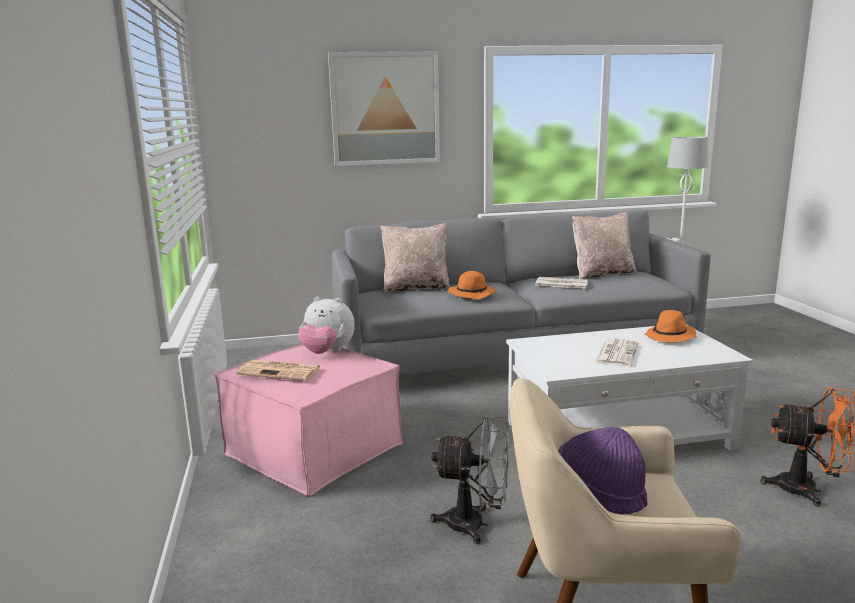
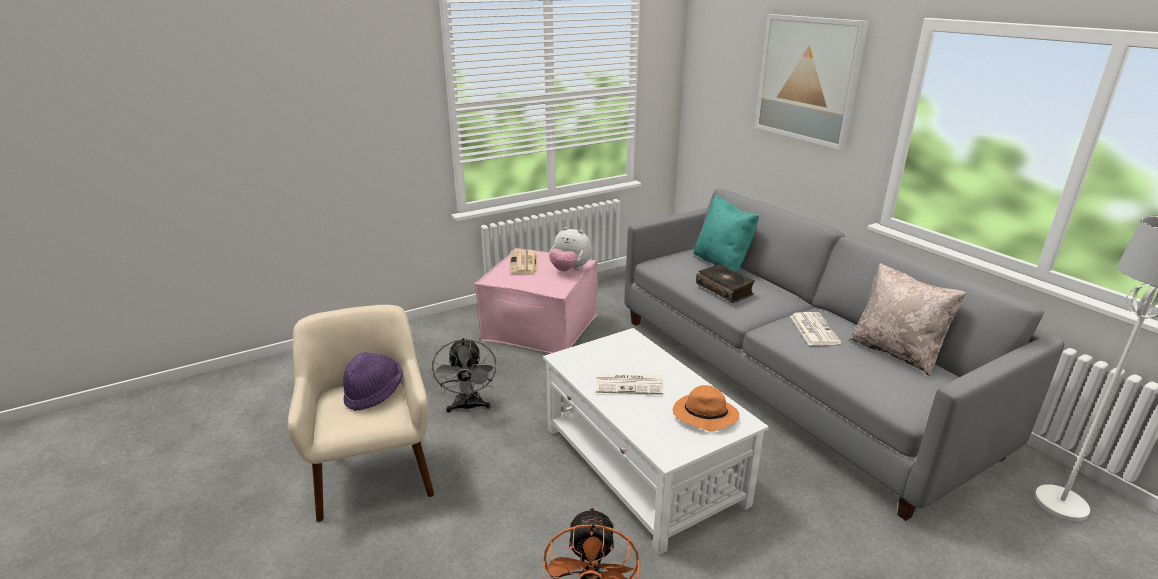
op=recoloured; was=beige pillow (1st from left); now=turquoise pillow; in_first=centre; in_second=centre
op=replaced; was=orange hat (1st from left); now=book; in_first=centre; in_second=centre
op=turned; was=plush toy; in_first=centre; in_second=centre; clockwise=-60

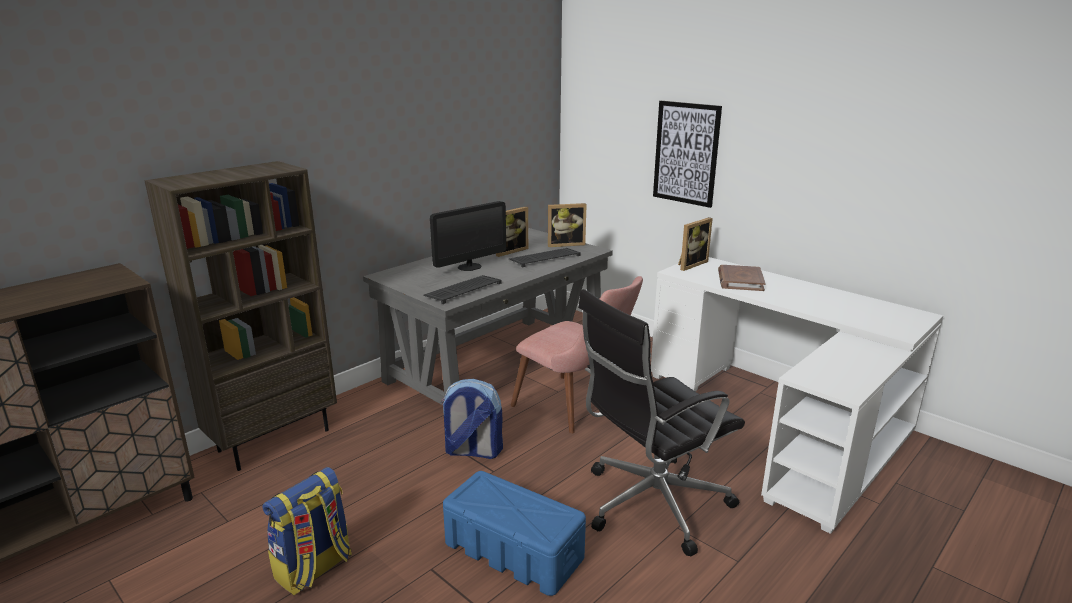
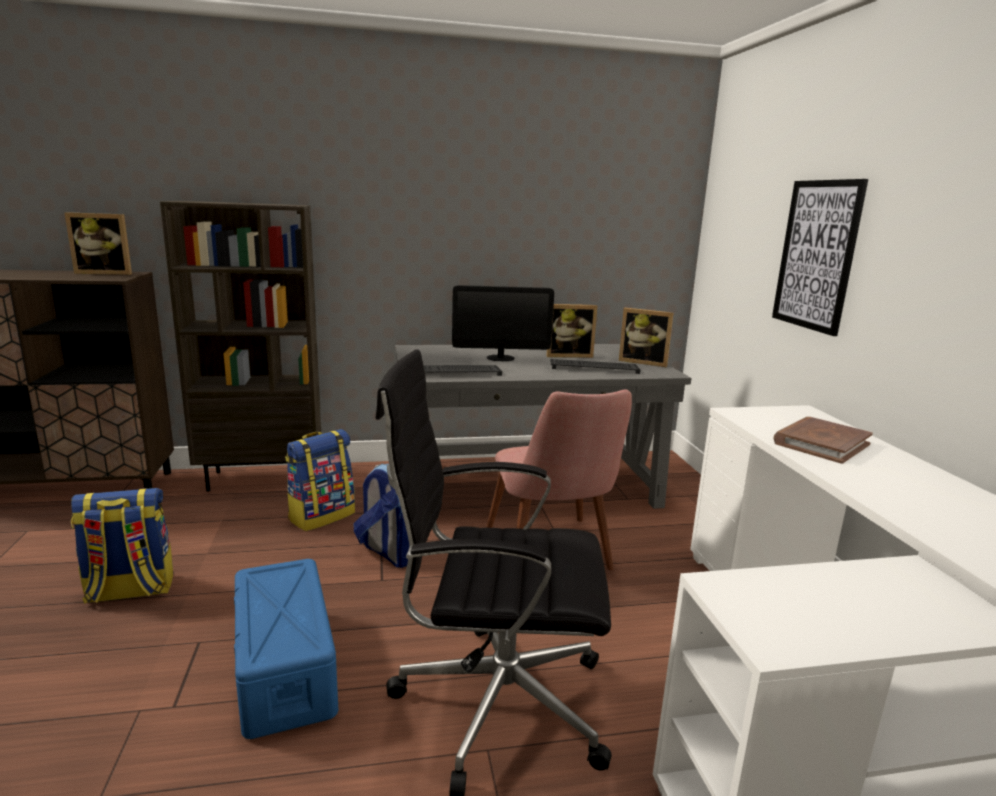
op=moved; was=picture frame (3rd from left in the first image); now=picture frame (1st from left); in_first=centre; in_second=top left
op=added; now=backpack (2nd from left); in_second=middle left

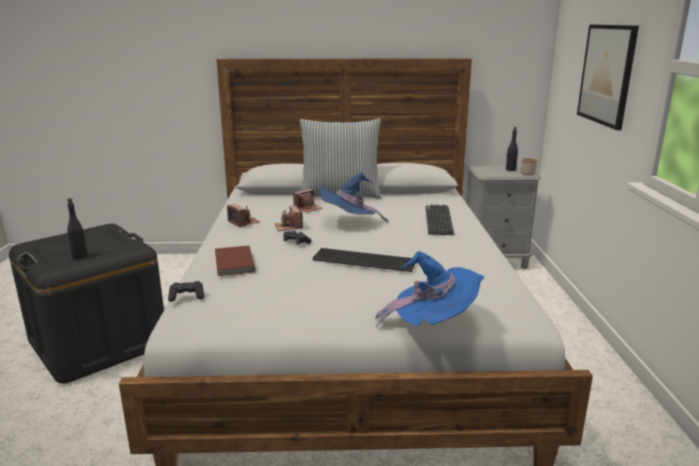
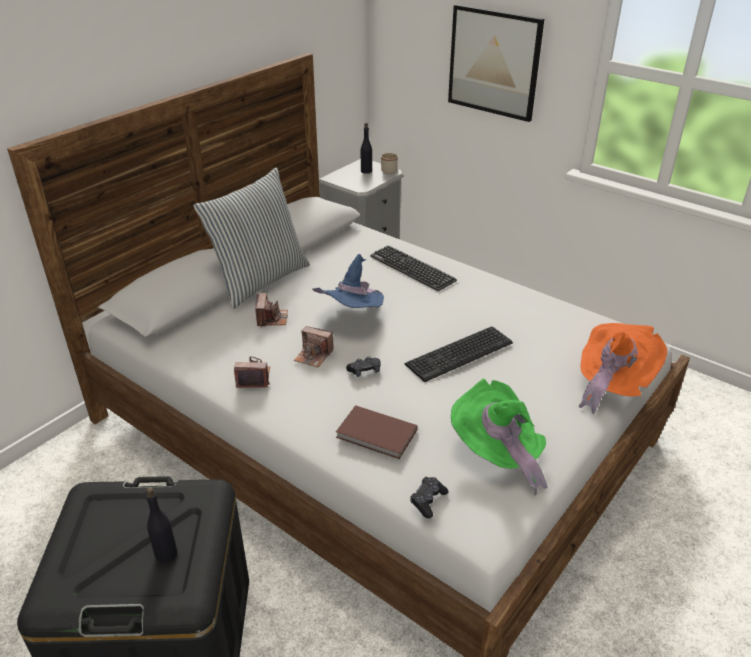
op=recoloured; was=blue hat (2nd from left); now=orange hat; in_first=centre; in_second=middle right
op=added; now=green hat; in_second=centre

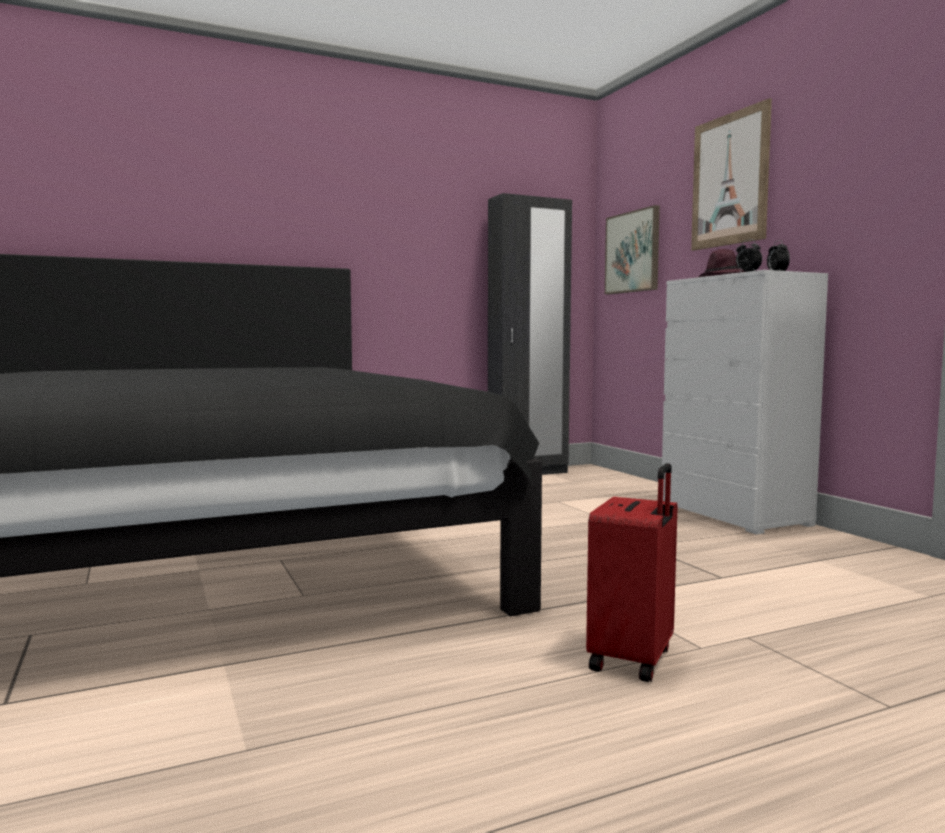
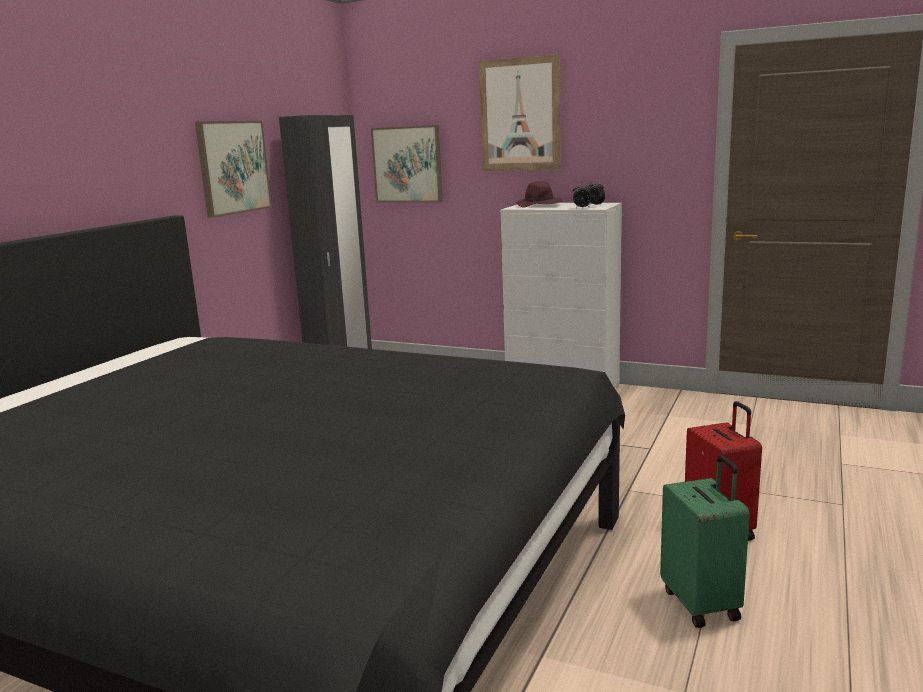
op=added; now=picture (1st from left); in_second=top left
op=added; now=green suitcase; in_second=bottom right

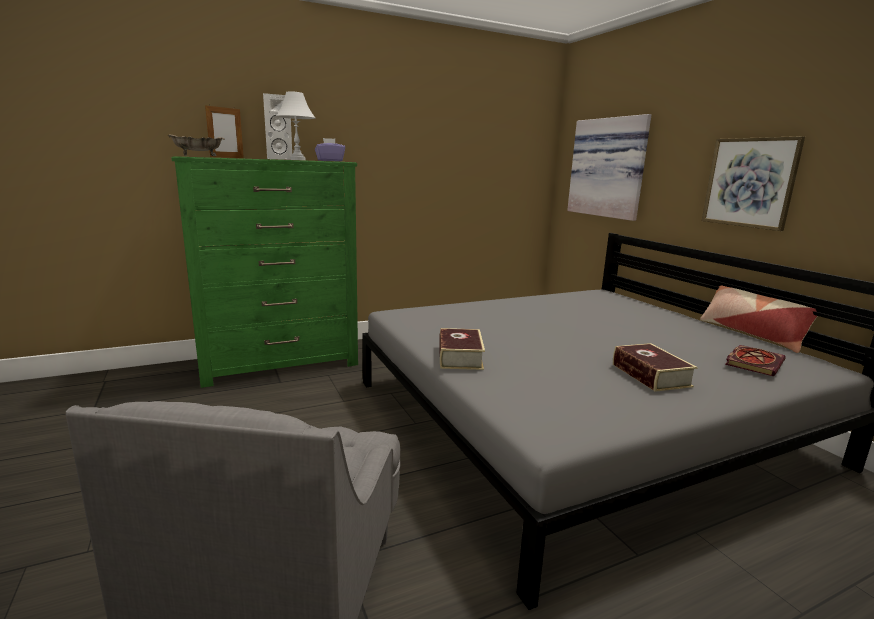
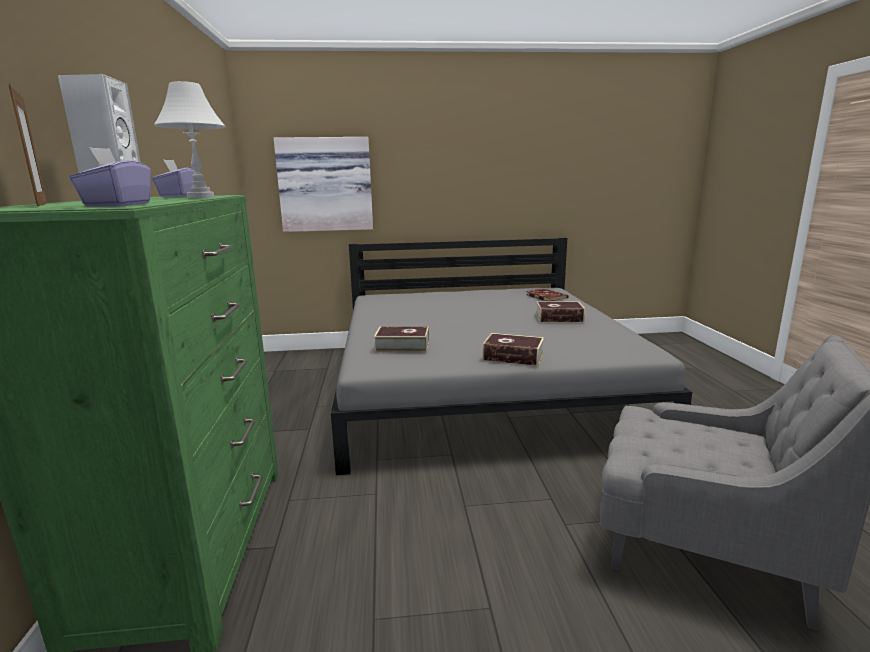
op=replaced; was=beige bowl; now=purple tissue box (1st from left); in_first=top left; in_second=top left
op=removed; was=picture (2nd from left); in_first=top right
op=removed; was=pillow; in_first=middle right
op=added; now=book (1st from left); in_second=centre

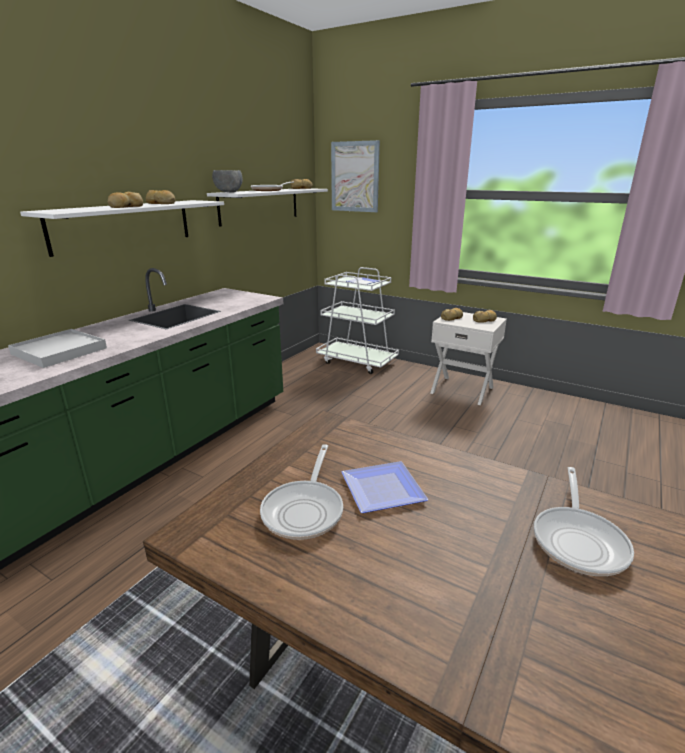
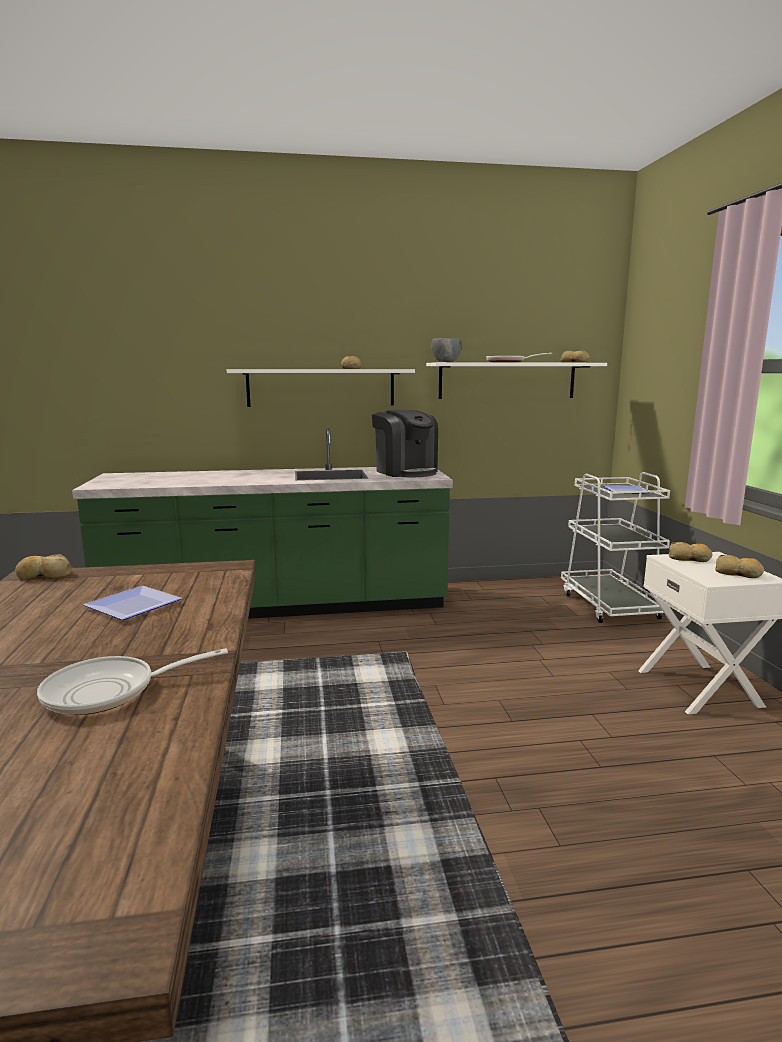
op=removed; was=picture; in_first=top centre
op=moved; was=bread (1st from left); in_first=top left; in_second=middle left
op=removed; was=white tray; in_first=middle left
op=removed; was=frying pan (2nd from left); in_first=centre
op=added; now=coffee machine; in_second=centre

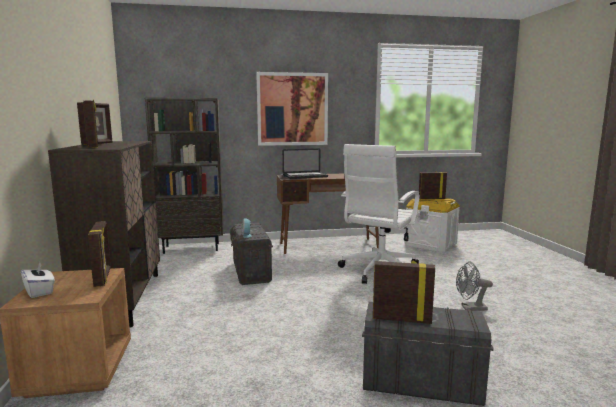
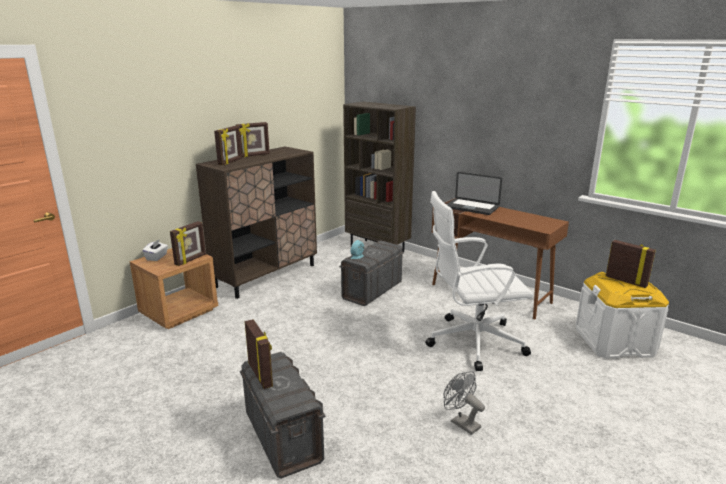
op=removed; was=picture; in_first=top centre

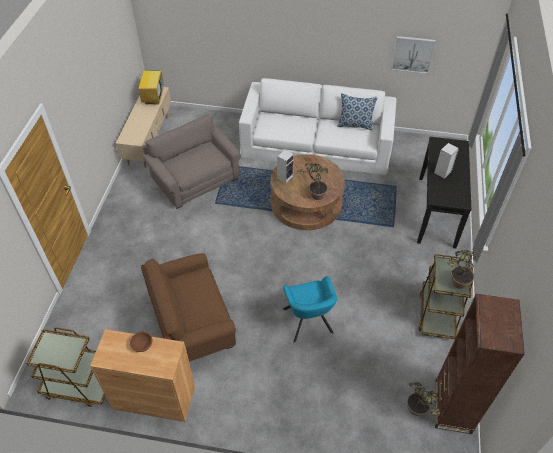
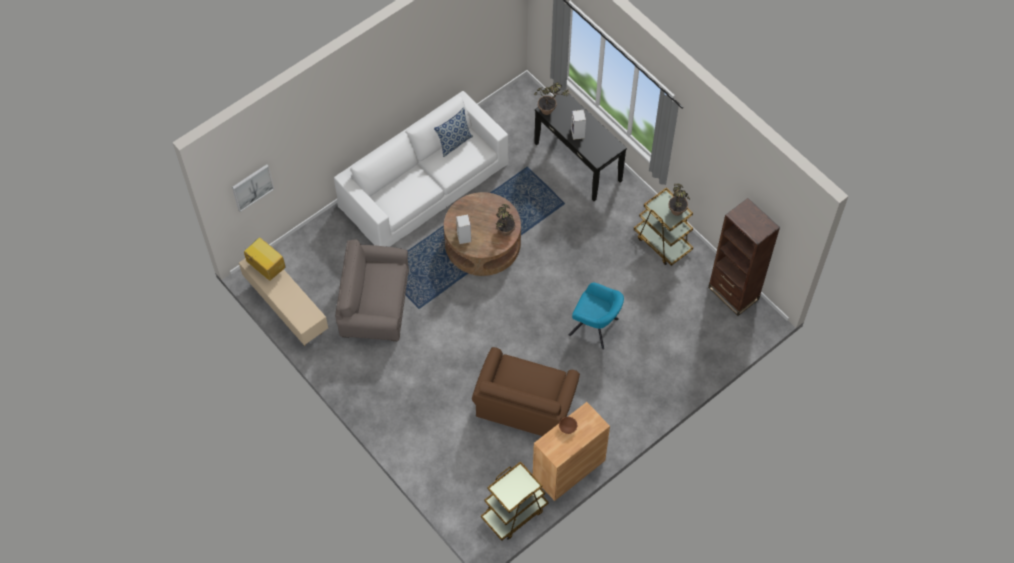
op=moved; was=picture; in_first=top right; in_second=middle left
op=moved; was=potted plant (2nd from left); in_first=bottom right; in_second=top centre

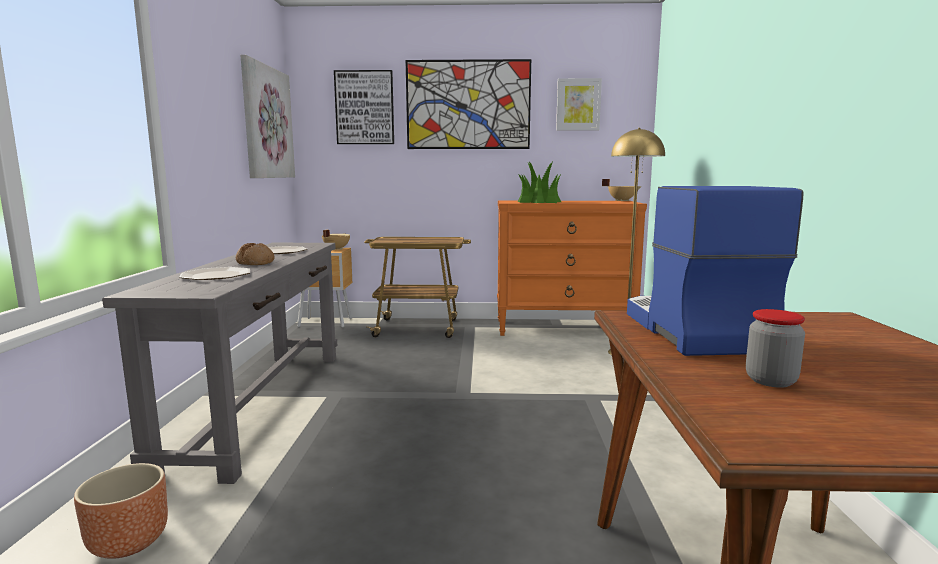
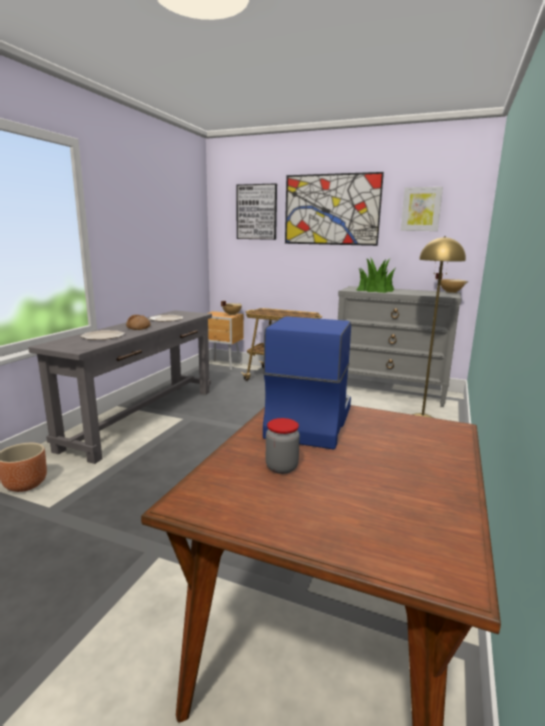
op=removed; was=picture (1st from left); in_first=top left
op=recoloured; was=orange dresser; now=grey dresser; in_first=centre; in_second=middle right

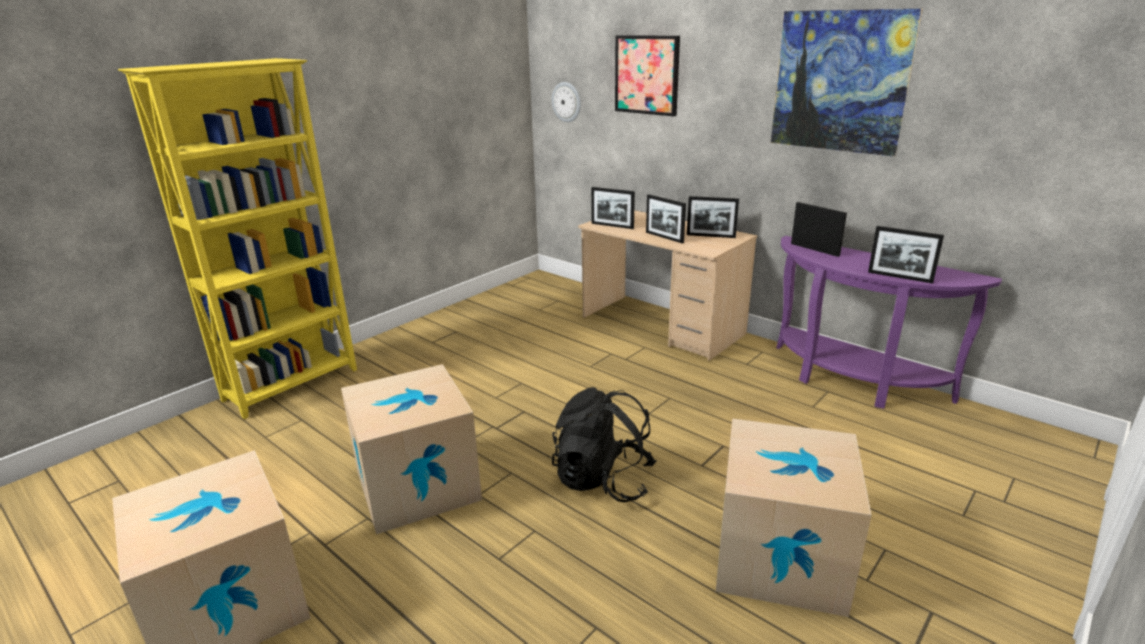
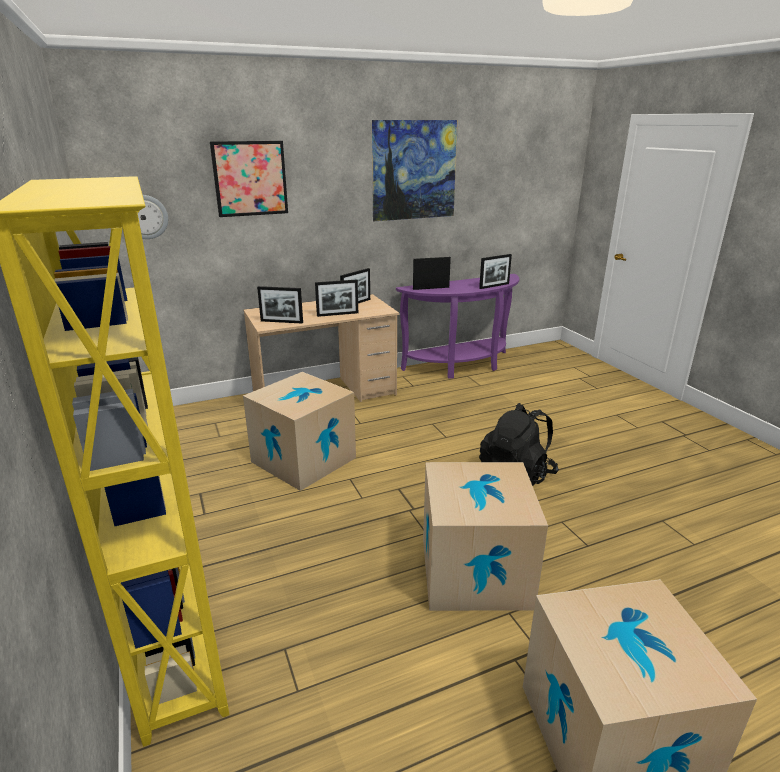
op=turned; was=picture frame (1st from left); in_first=top centre; in_second=centre; clockwise=45
op=moved; was=cardboard box (3rd from left in the first image); now=cardboard box (1st from left); in_first=bottom right; in_second=centre

